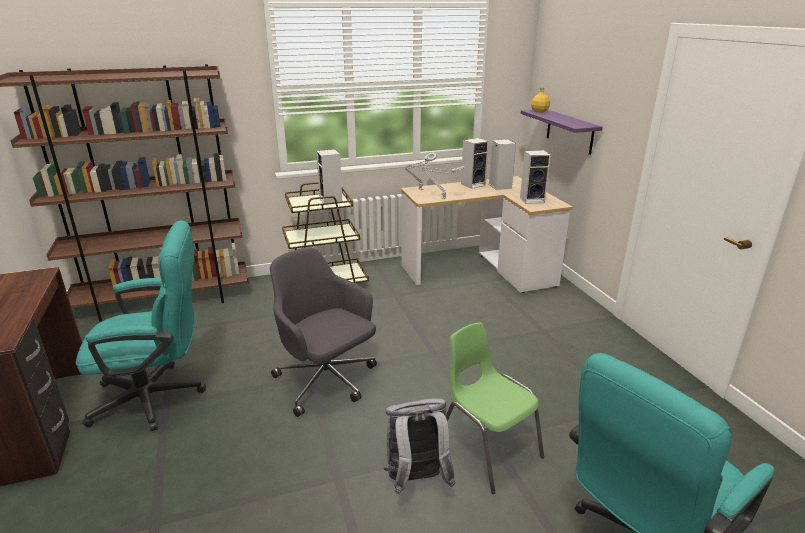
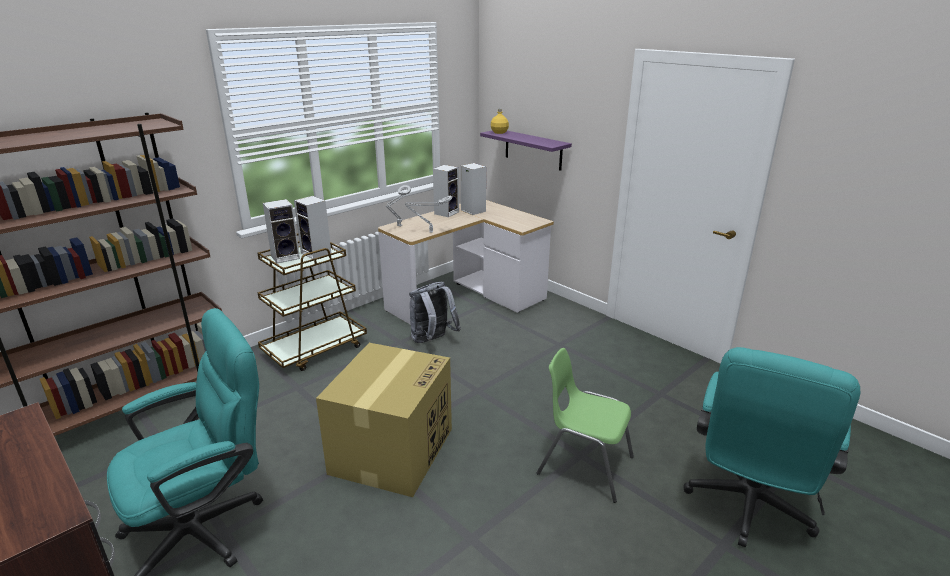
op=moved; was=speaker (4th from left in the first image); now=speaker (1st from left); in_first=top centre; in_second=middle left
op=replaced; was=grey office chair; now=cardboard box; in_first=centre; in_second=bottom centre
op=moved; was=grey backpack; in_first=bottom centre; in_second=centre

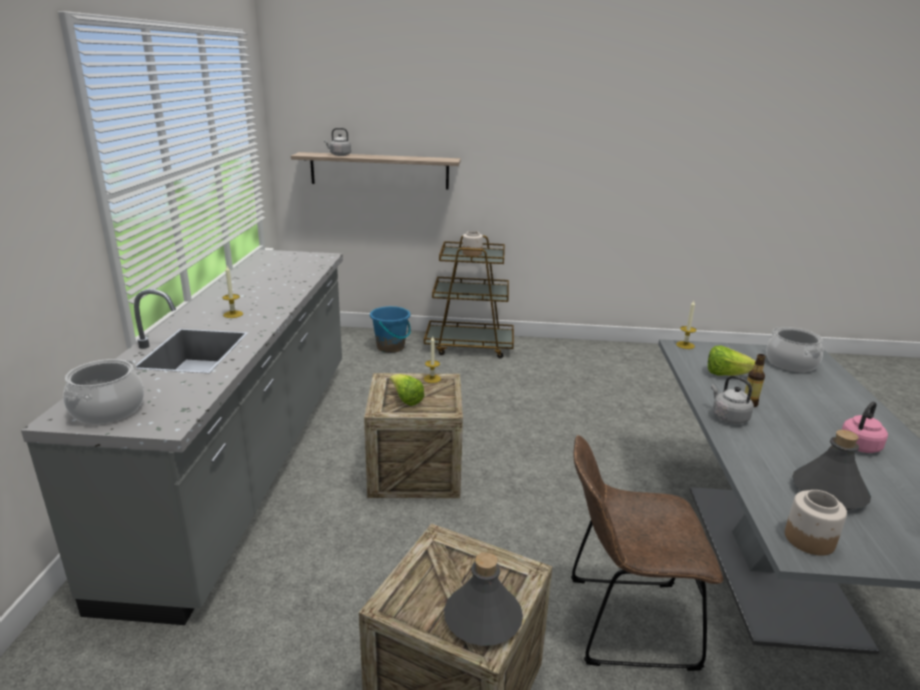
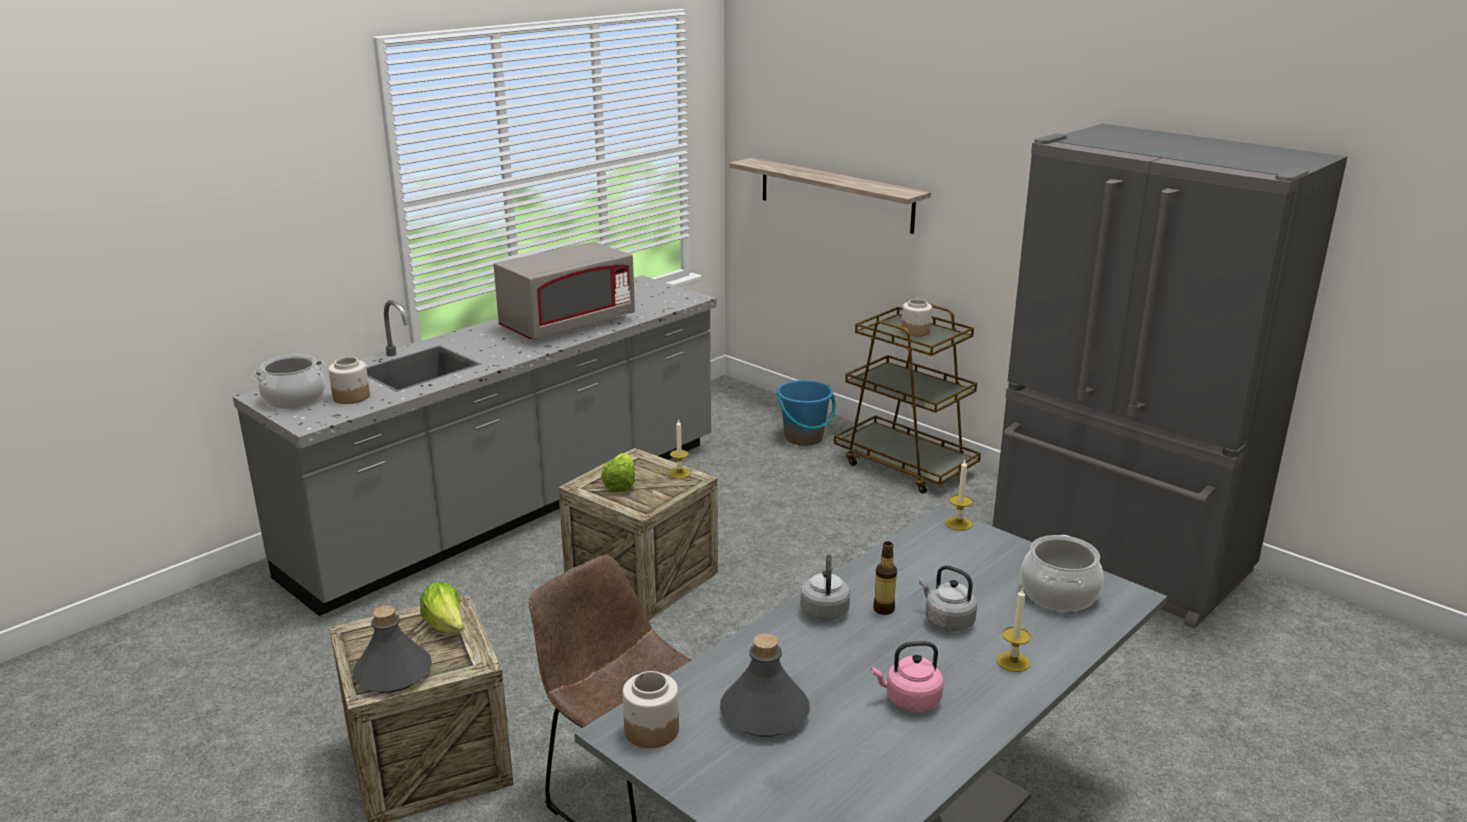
op=moved; was=grey kettle (1st from left in the first image); now=grey kettle (2nd from left); in_first=top centre; in_second=bottom centre
op=moved; was=candle (1st from left in the first image); now=candle (3rd from left); in_first=middle left; in_second=bottom right
op=moved; was=lettuce (2nd from left in the first image); now=lettuce (1st from left); in_first=middle right; in_second=bottom left
op=added; now=grey fridge; in_second=middle right
op=added; now=grey microwave; in_second=centre
op=added; now=jar (1st from left); in_second=middle left

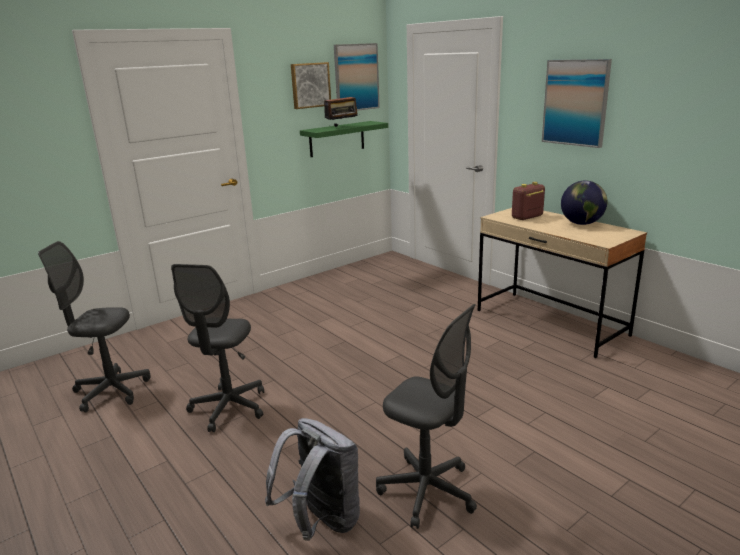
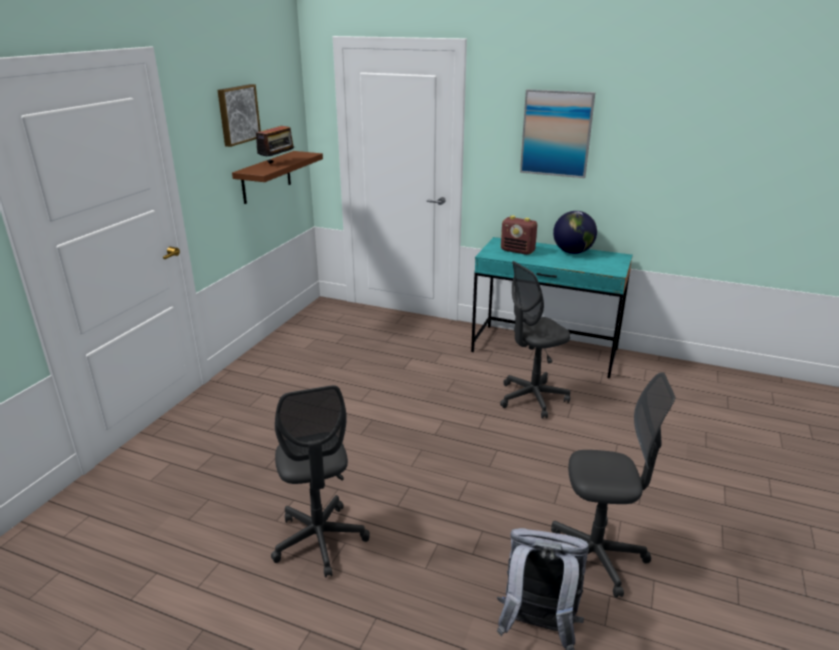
op=removed; was=picture (2nd from left); in_first=top centre
op=recoloured; was=green shelf; now=brown shelf; in_first=top centre; in_second=top left
op=turned; was=radio (2nd from left); in_first=middle right; in_second=centre; clockwise=-90
op=recoloured; was=beige desk; now=turquoise desk; in_first=middle right; in_second=centre
op=moved; was=grey office chair (1st from left in the first image); now=grey office chair (2nd from left); in_first=middle left; in_second=centre

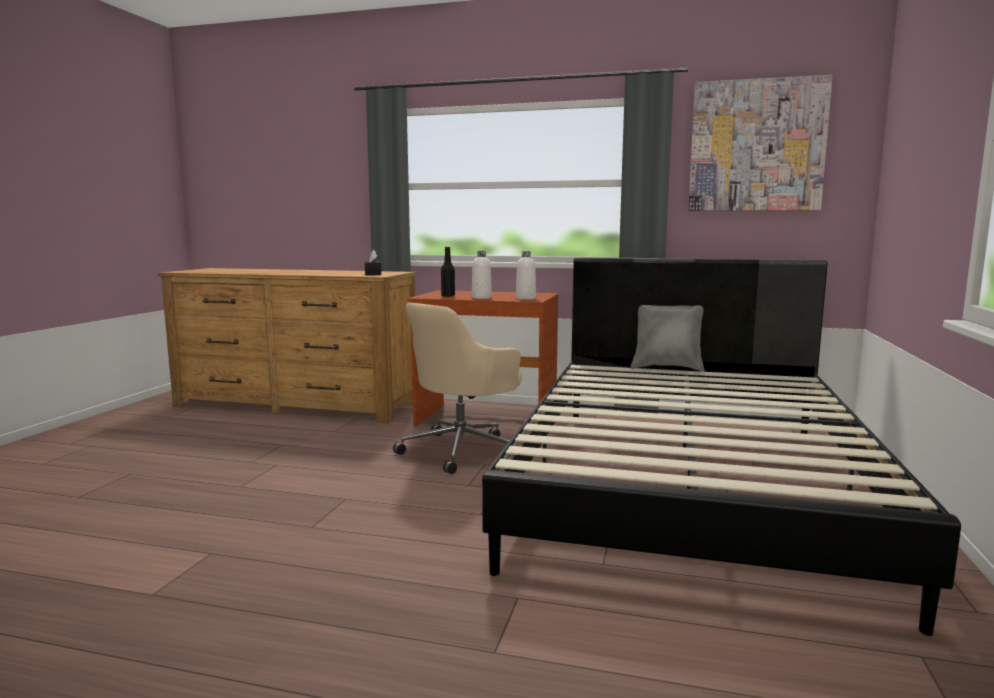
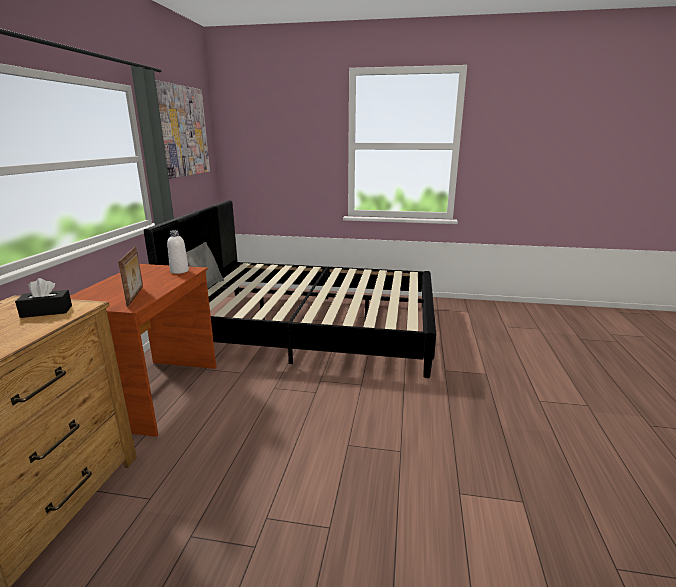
op=replaced; was=black bottle; now=picture frame; in_first=centre; in_second=middle left
op=removed; was=white bottle (1st from left); in_first=centre
op=removed; was=beige office chair; in_first=centre

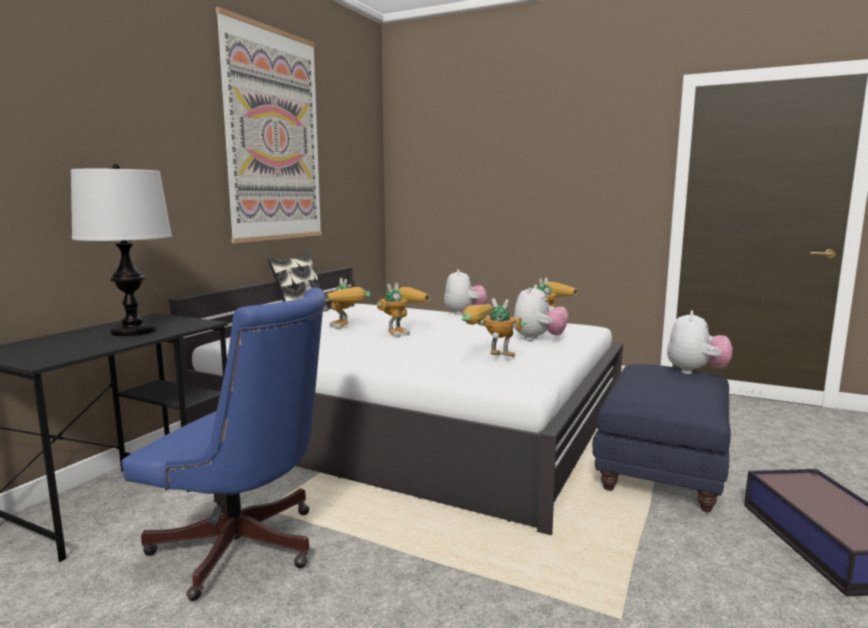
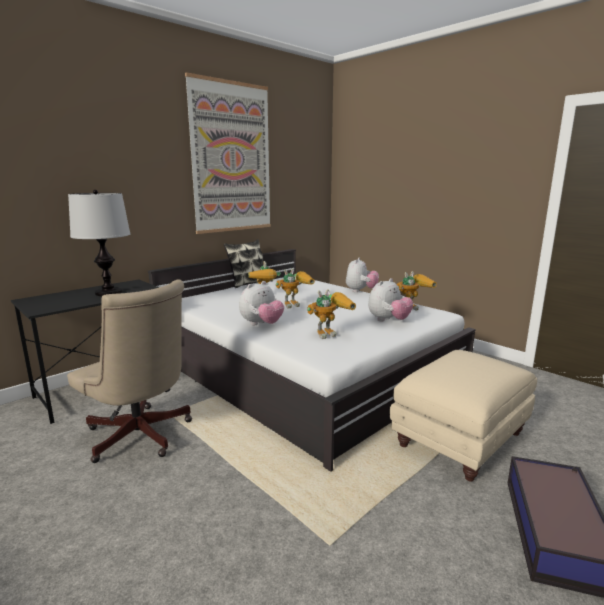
op=recoloured; was=blue office chair; now=beige office chair; in_first=bottom left; in_second=middle left
op=turned; was=toy robot (3rd from left); in_first=centre; in_second=centre; clockwise=105
op=moved; was=plush toy (3rd from left in the first image); now=plush toy (1st from left); in_first=middle right; in_second=centre
op=recoloured; was=blue ottoman; now=beige ottoman; in_first=bottom right; in_second=bottom right

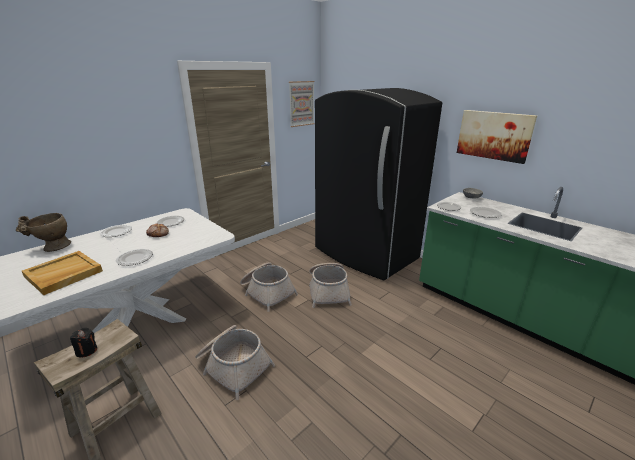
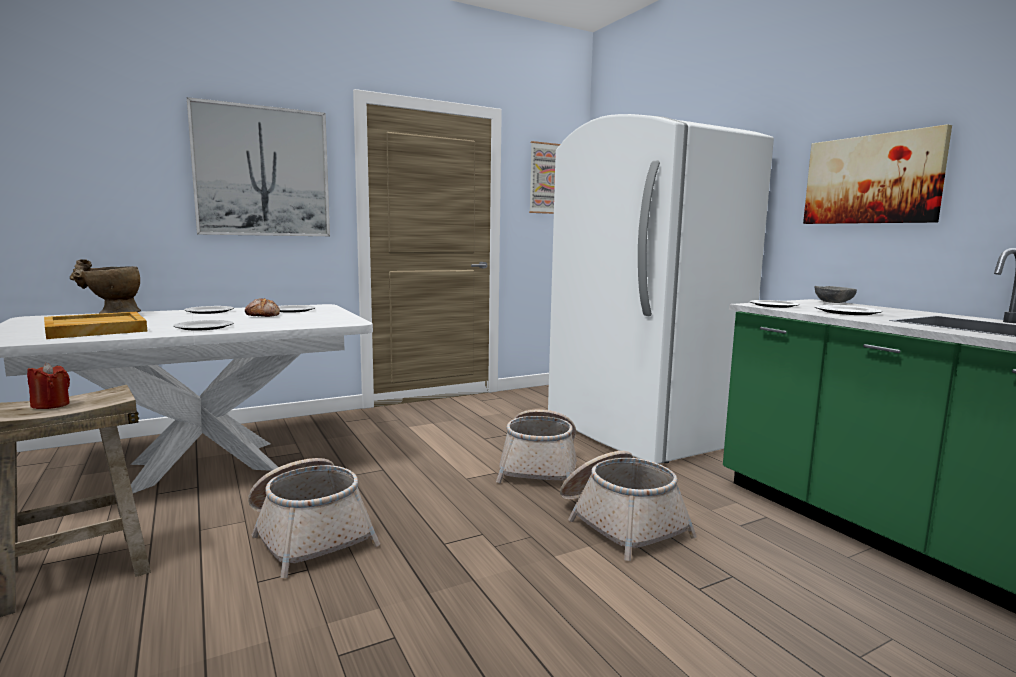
op=recoloured; was=black fridge; now=white fridge; in_first=centre; in_second=centre
op=moved; was=basket (2nd from left in the first image); now=basket (3rd from left); in_first=centre; in_second=bottom centre
op=recoloured; was=black candle; now=red candle; in_first=bottom left; in_second=middle left
op=added; now=picture (1st from left); in_second=top left

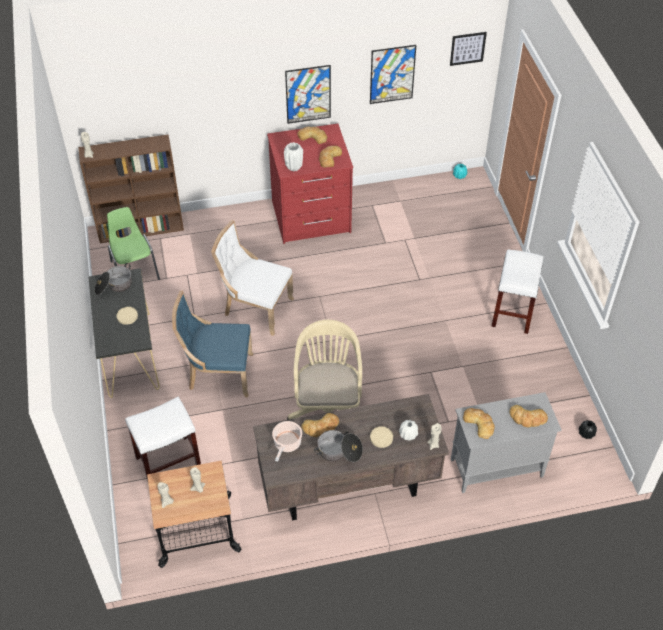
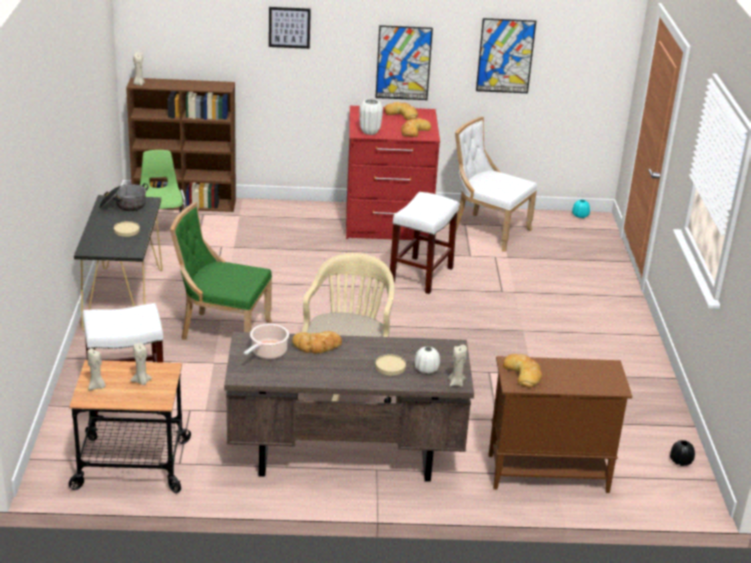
op=moved; was=picture (3rd from left in the first image); now=picture (1st from left); in_first=top right; in_second=top centre
op=moved; was=white chair; in_first=centre; in_second=top centre
op=moved; was=white stool (2nd from left); in_first=middle right; in_second=centre
op=recoloured; was=blue chair; now=green chair (2nd from left); in_first=middle left; in_second=middle left
op=recoloured; was=grey cabinet; now=brown cabinet; in_first=bottom right; in_second=bottom right
op=removed; was=bread (5th from left); in_first=middle right
op=removed; was=cooking pot (3rd from left); in_first=bottom centre

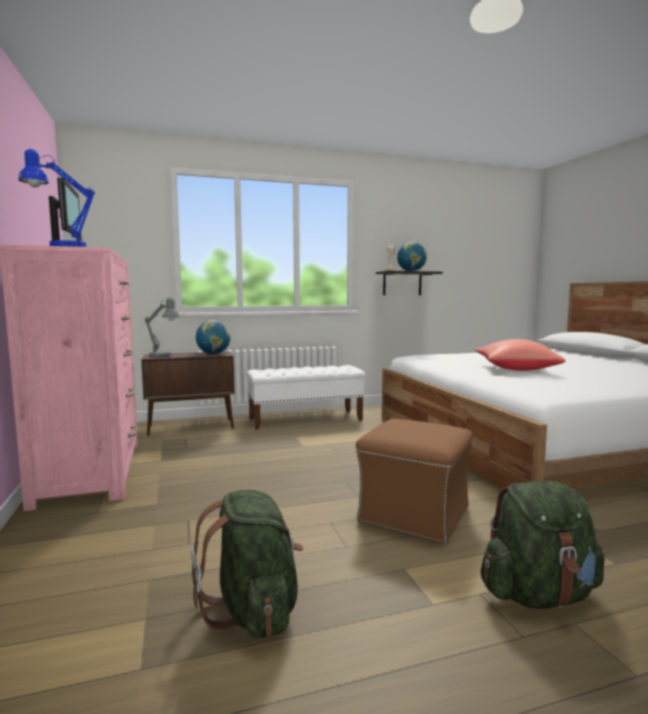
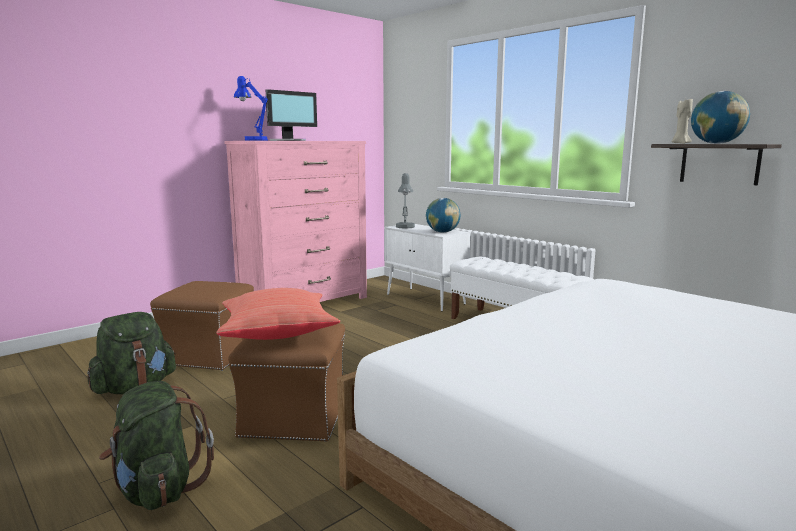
op=moved; was=red pillow; in_first=middle right; in_second=centre
op=recoloured; was=brown cabinet; now=white cabinet; in_first=middle left; in_second=centre
op=added; now=brown ottoman (1st from left); in_second=middle left

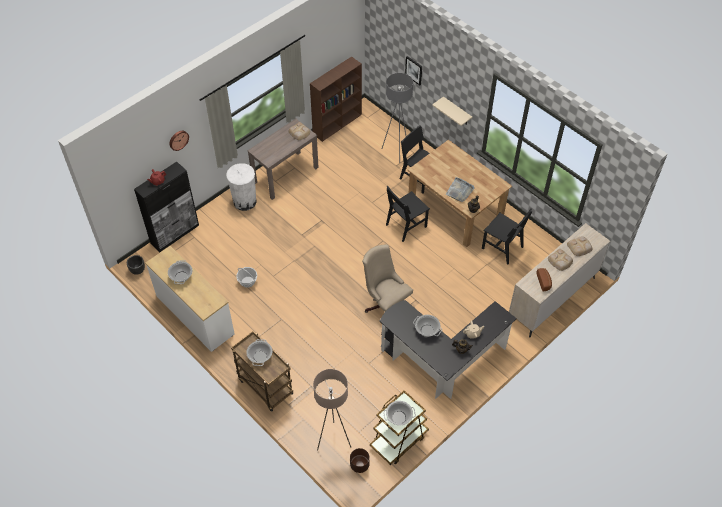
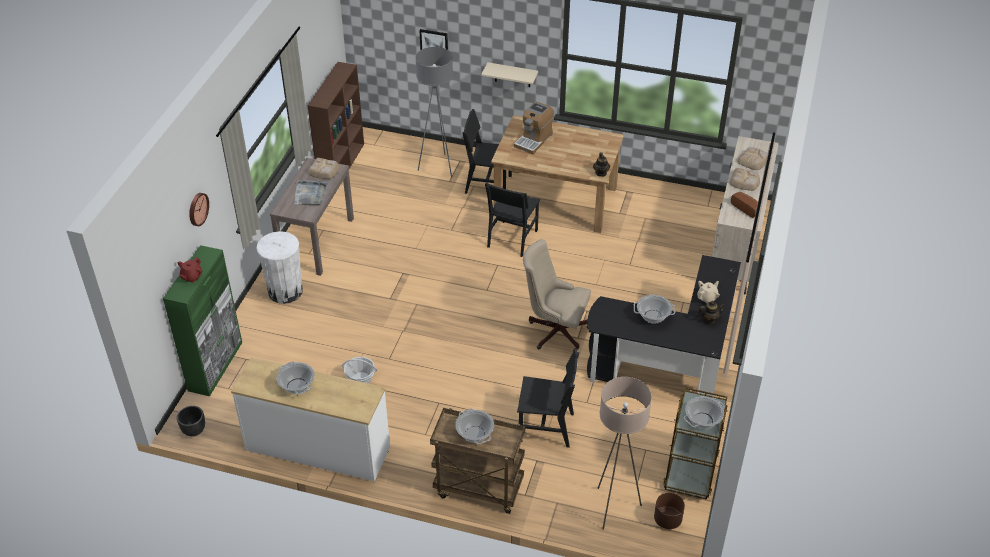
op=recoloured; was=black cabinet; now=green cabinet; in_first=middle left; in_second=middle left
op=moved; was=grey tray; in_first=centre; in_second=middle left
op=moved; was=black chair (3rd from left); in_first=middle right; in_second=bottom centre
op=added; now=coffee machine; in_second=top centre

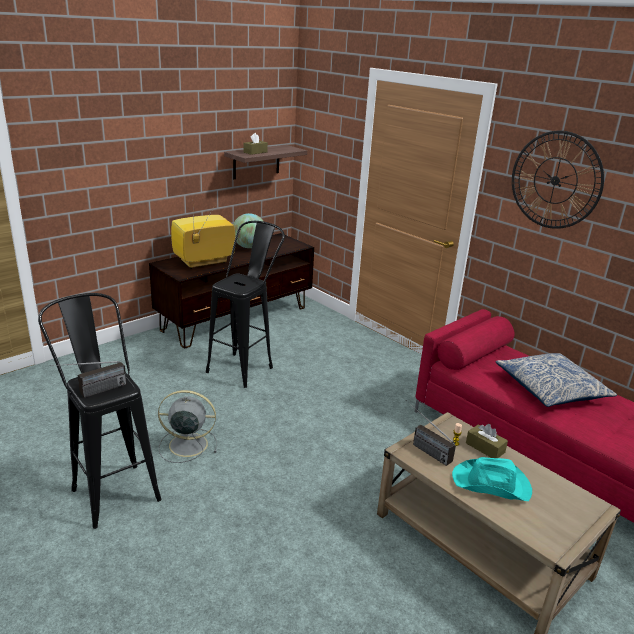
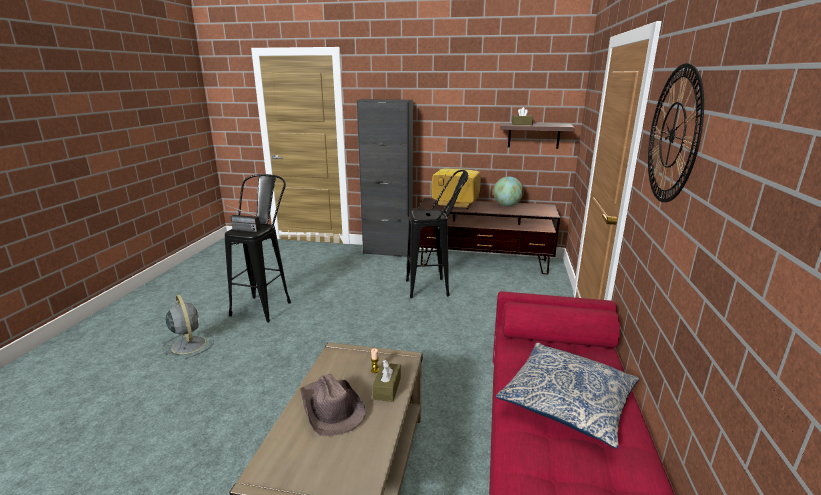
op=moved; was=grey fan; in_first=bottom left; in_second=middle left
op=removed; was=radio (2nd from left); in_first=bottom right
op=recoloured; was=turquoise hat; now=brown hat; in_first=bottom right; in_second=bottom centre
op=added; now=black cabinet; in_second=centre

